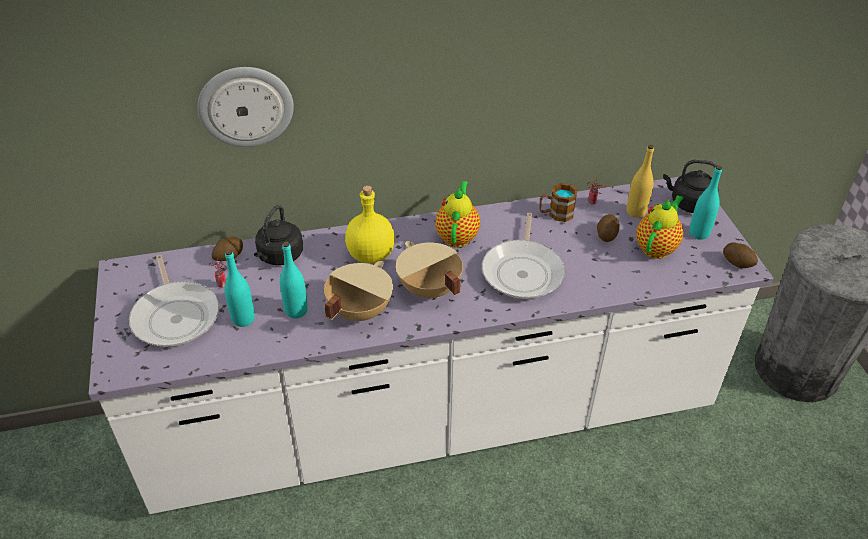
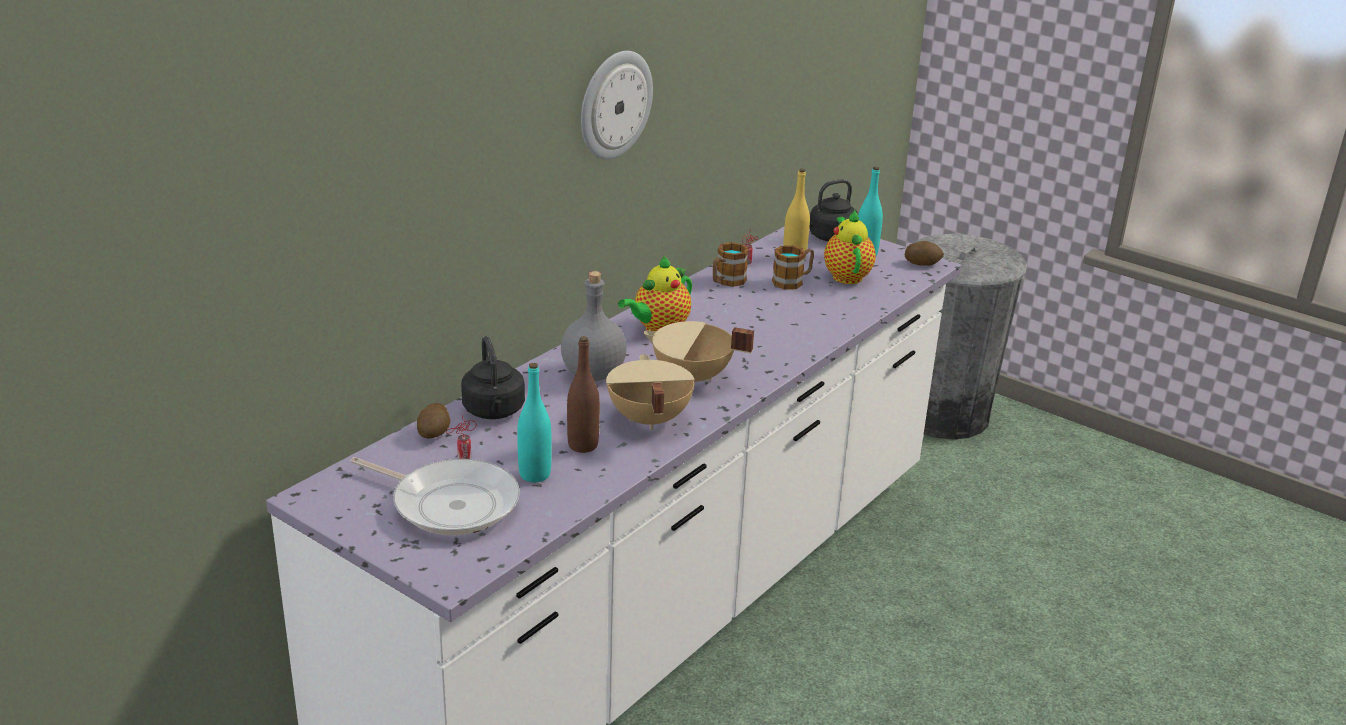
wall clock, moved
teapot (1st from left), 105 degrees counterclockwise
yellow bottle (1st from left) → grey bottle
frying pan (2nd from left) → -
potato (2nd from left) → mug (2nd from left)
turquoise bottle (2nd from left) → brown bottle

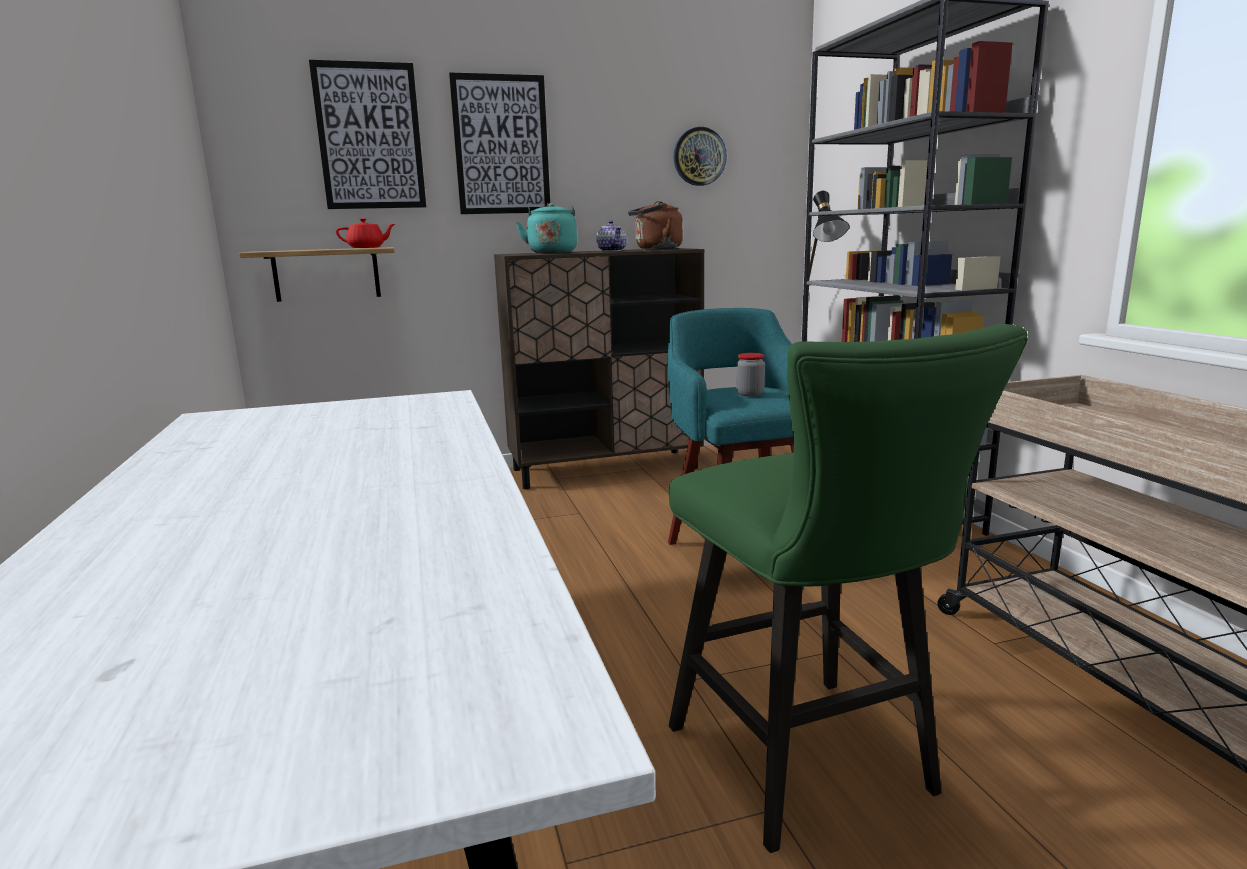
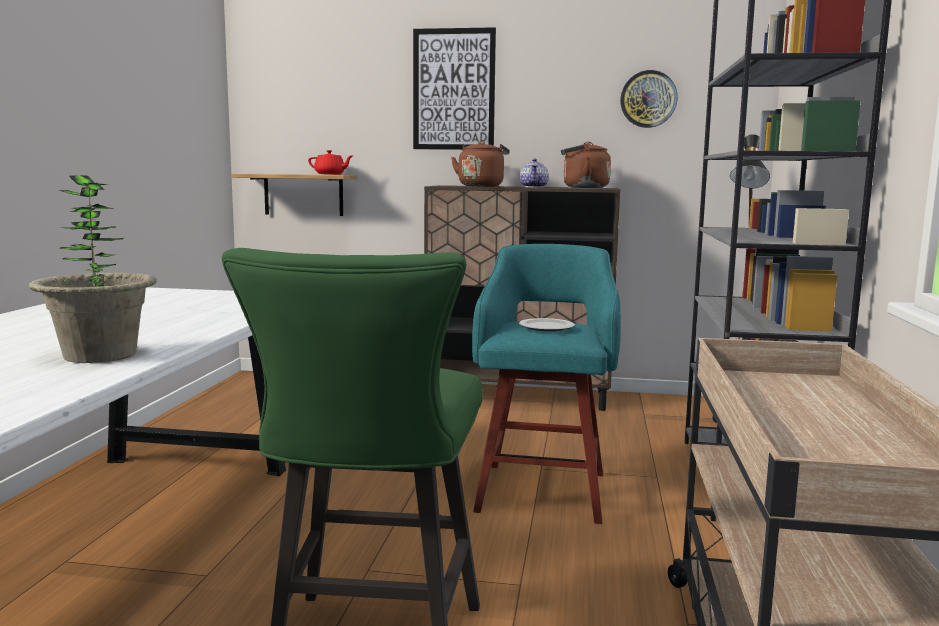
picture (1st from left) → -
turquoise kettle → brown kettle (1st from left)
jar → plate
- → potted plant

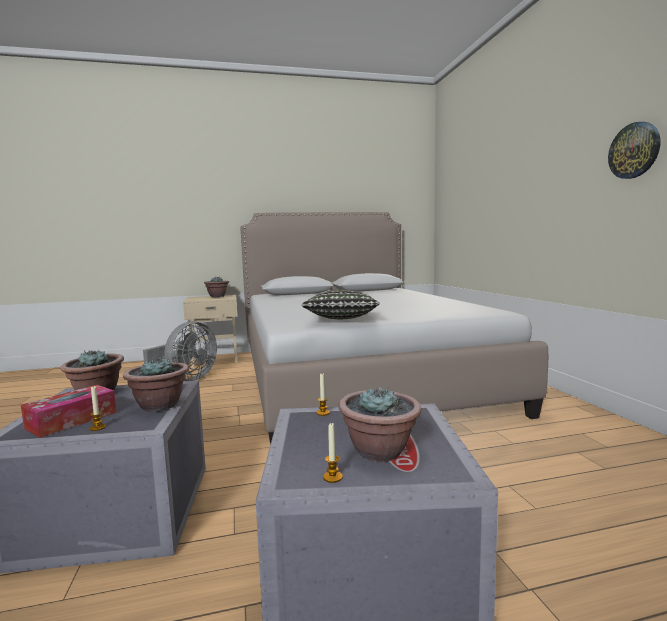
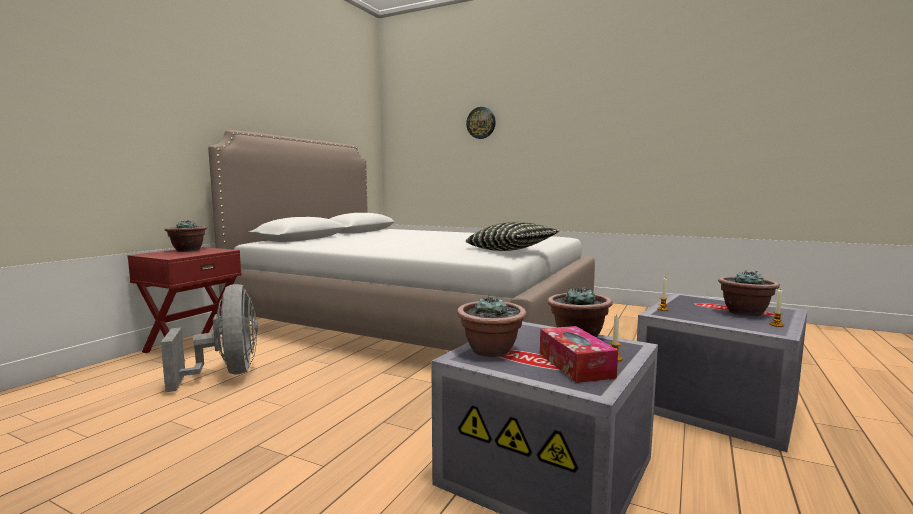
wall clock, moved
beige nightstand → red nightstand

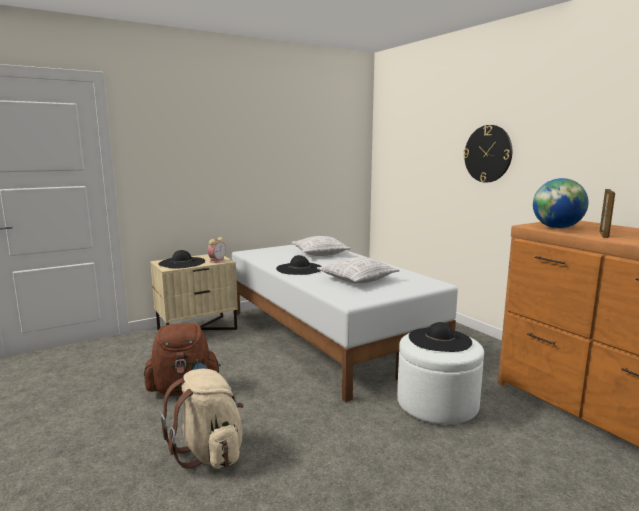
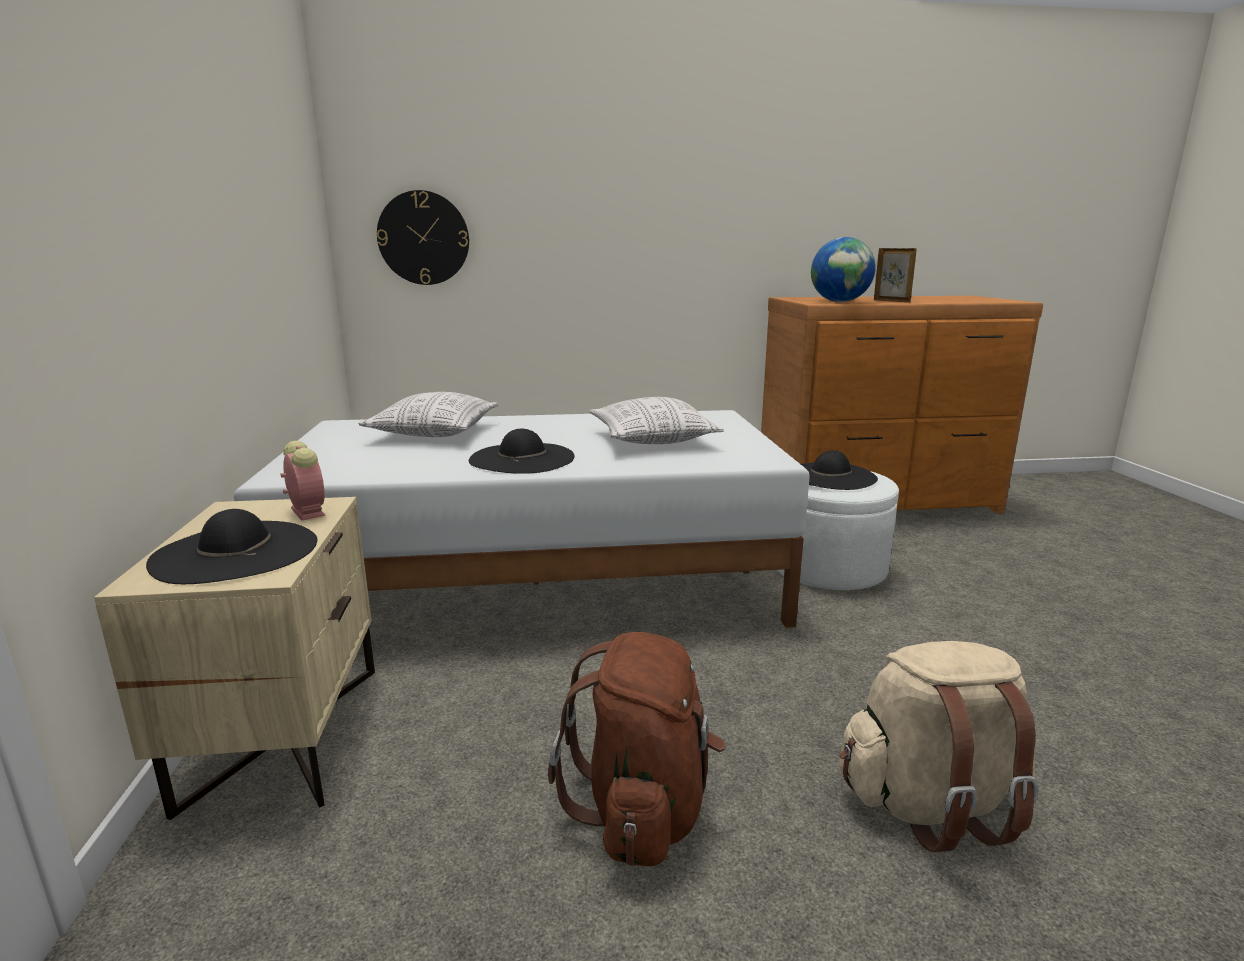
wall clock, moved

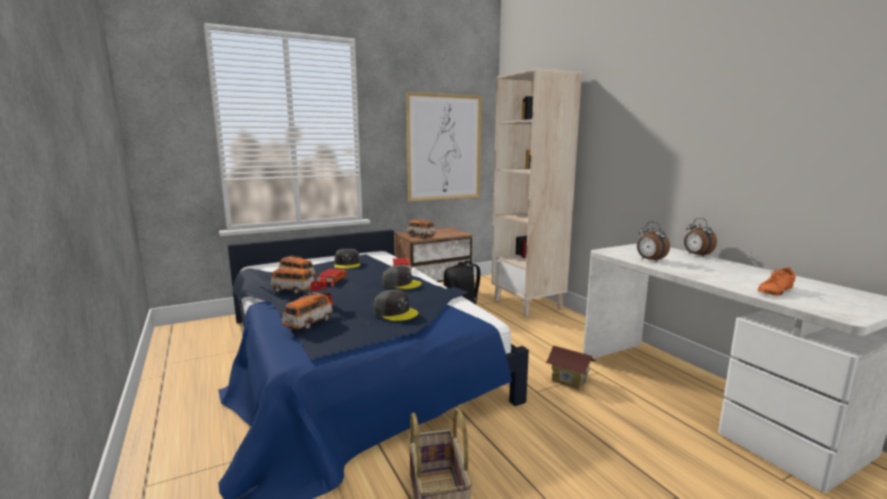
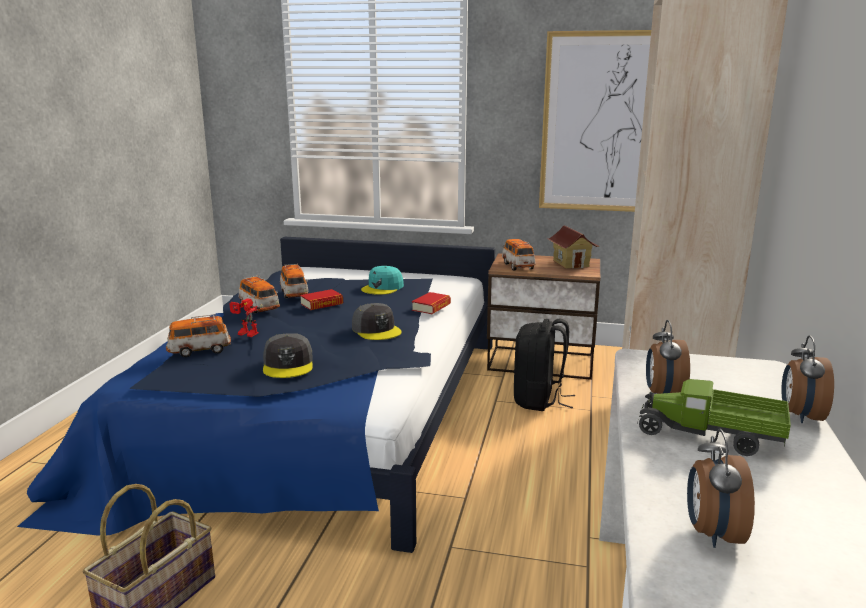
grey cap (1st from left) → turquoise cap
orange shoe → alarm clock (2nd from left)
toy house, moved
- → toy truck

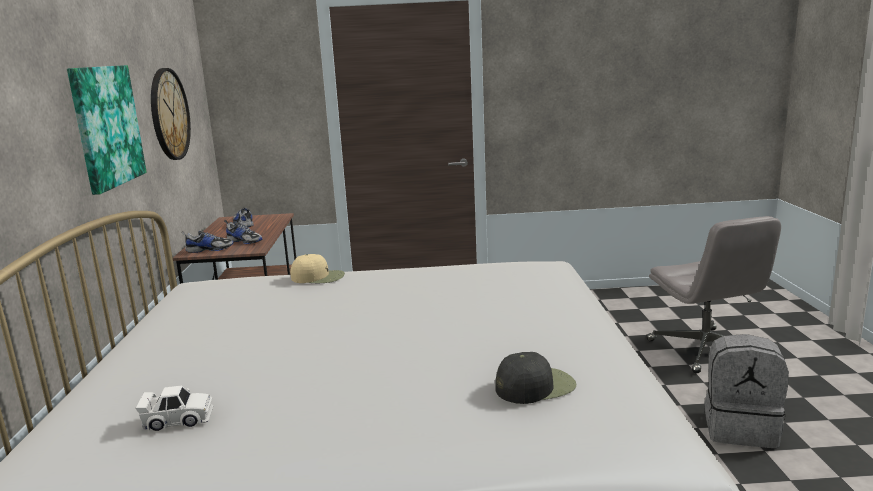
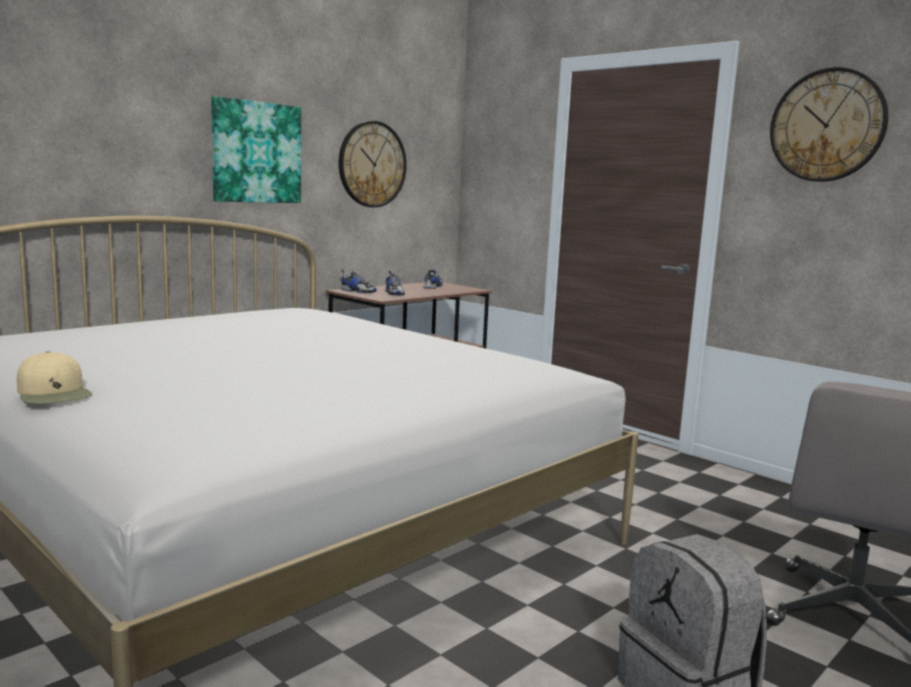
beige cap, moved
black cap → -
white toy car → -
- → wall clock (2nd from left)

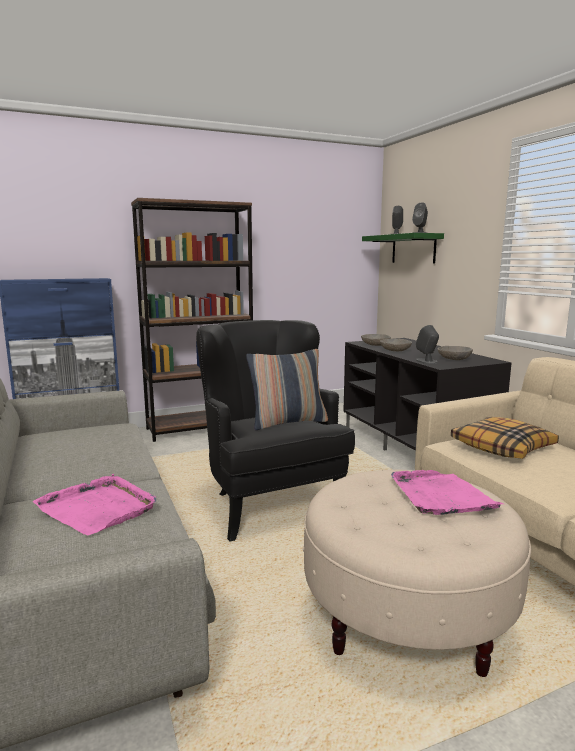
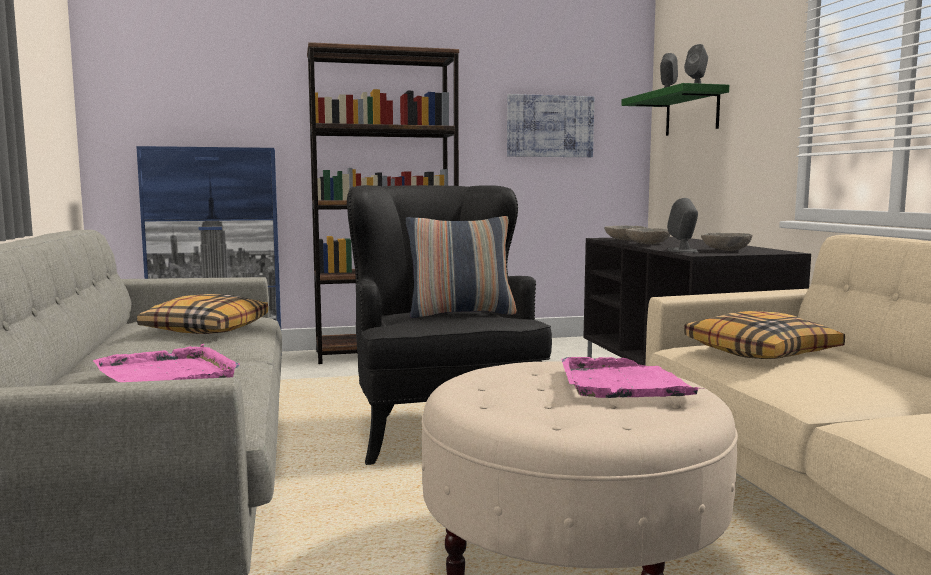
- → picture
- → pillow (1st from left)

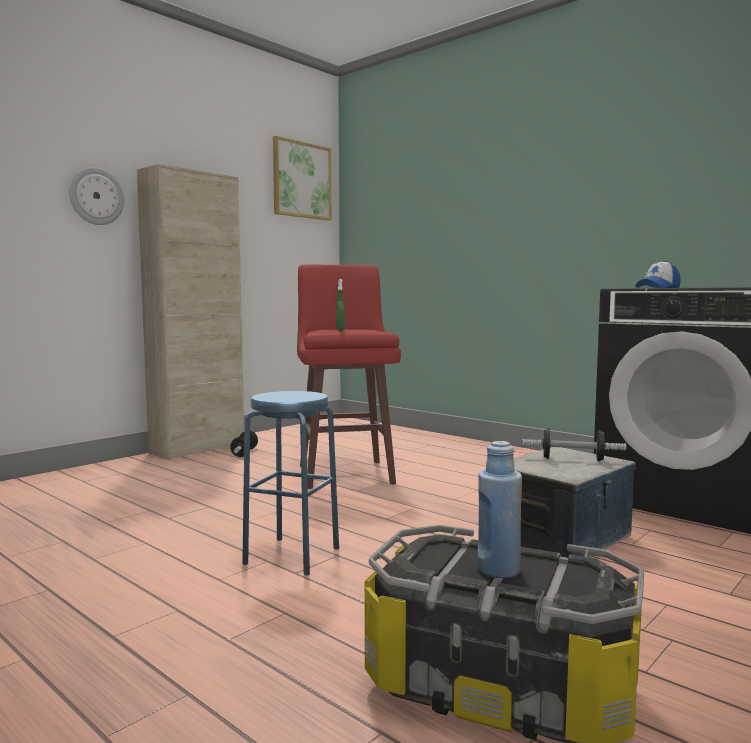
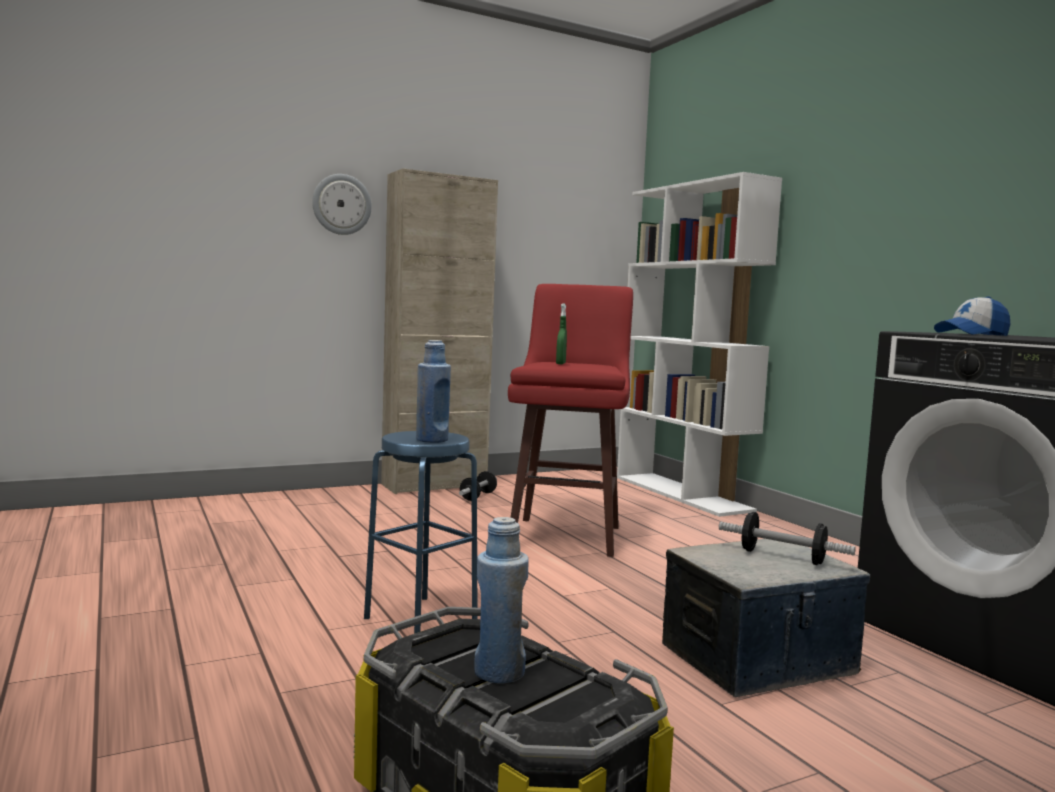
picture → -
- → white bookcase
- → blue bottle (1st from left)

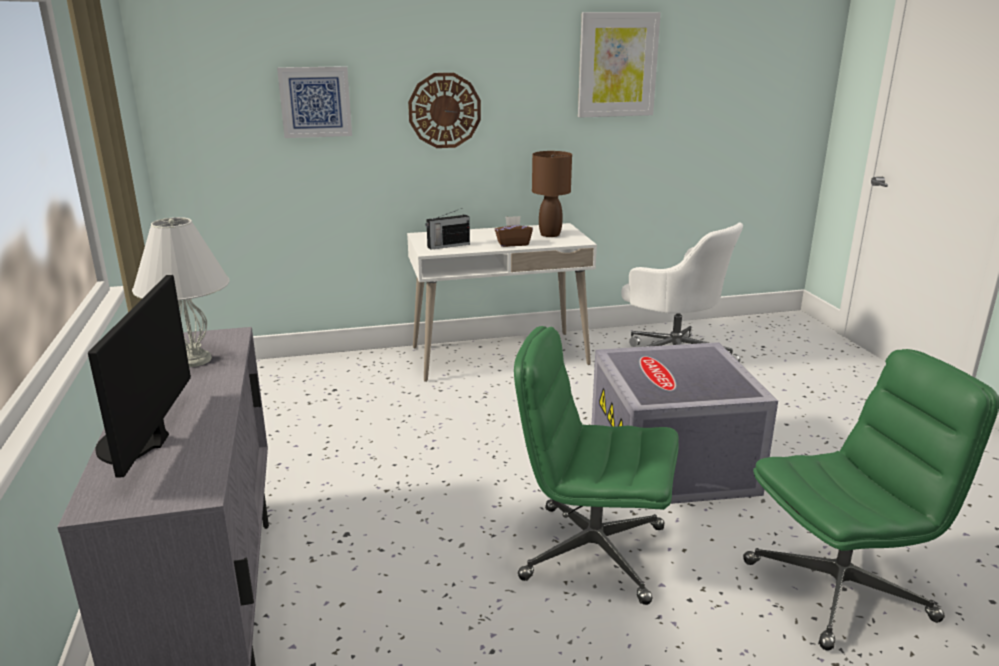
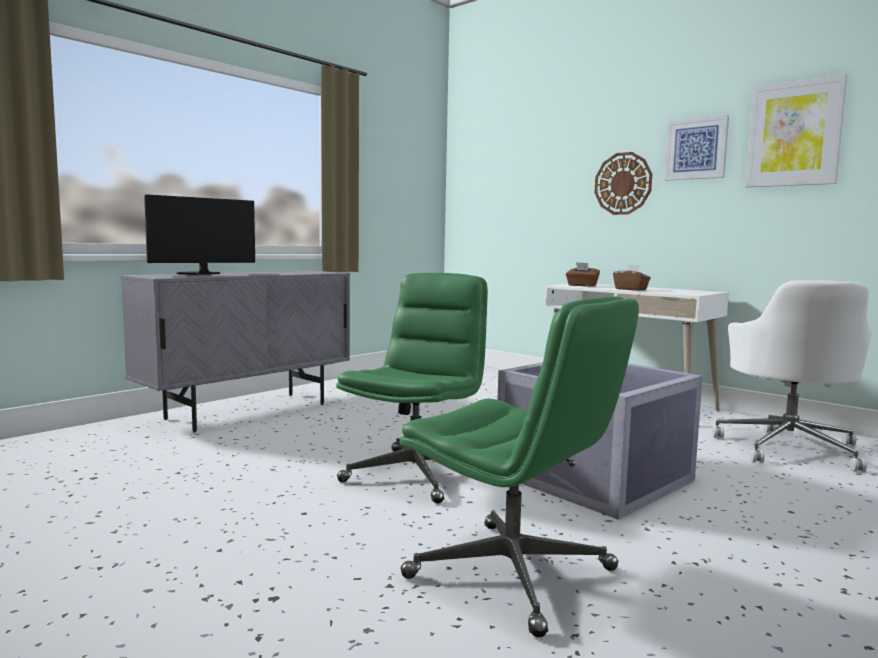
picture (1st from left), moved
brown table lamp → -
radio → brown tissue box (1st from left)
white table lamp → -
green office chair (1st from left), 45 degrees clockwise

